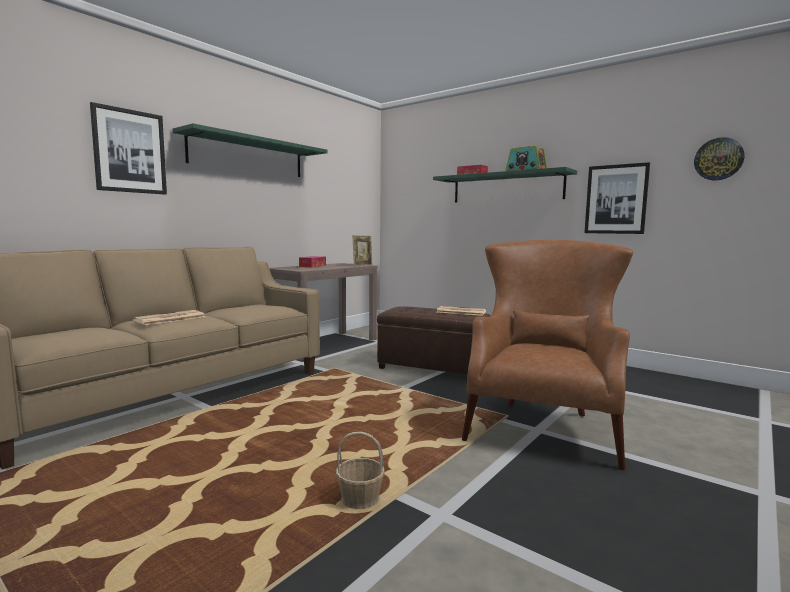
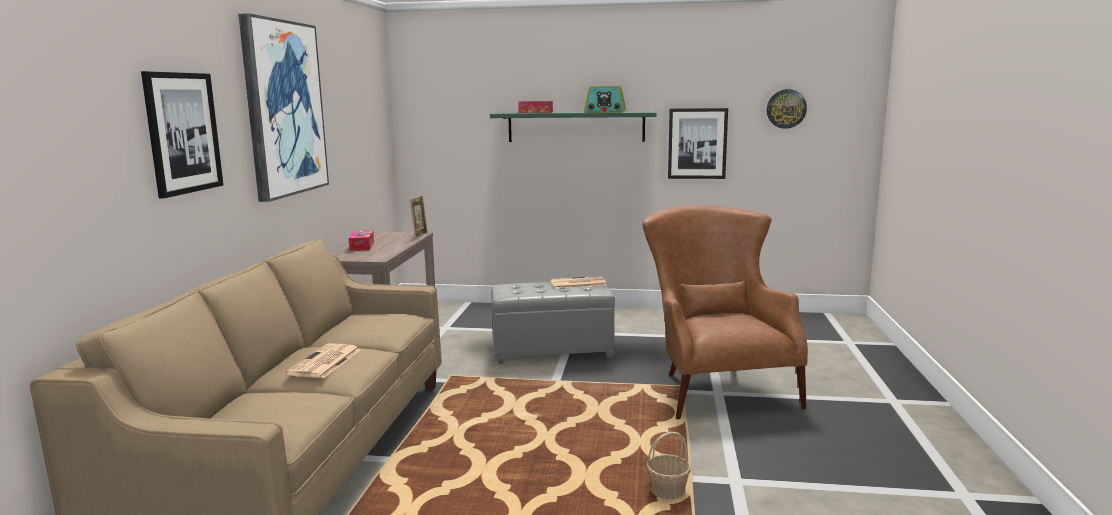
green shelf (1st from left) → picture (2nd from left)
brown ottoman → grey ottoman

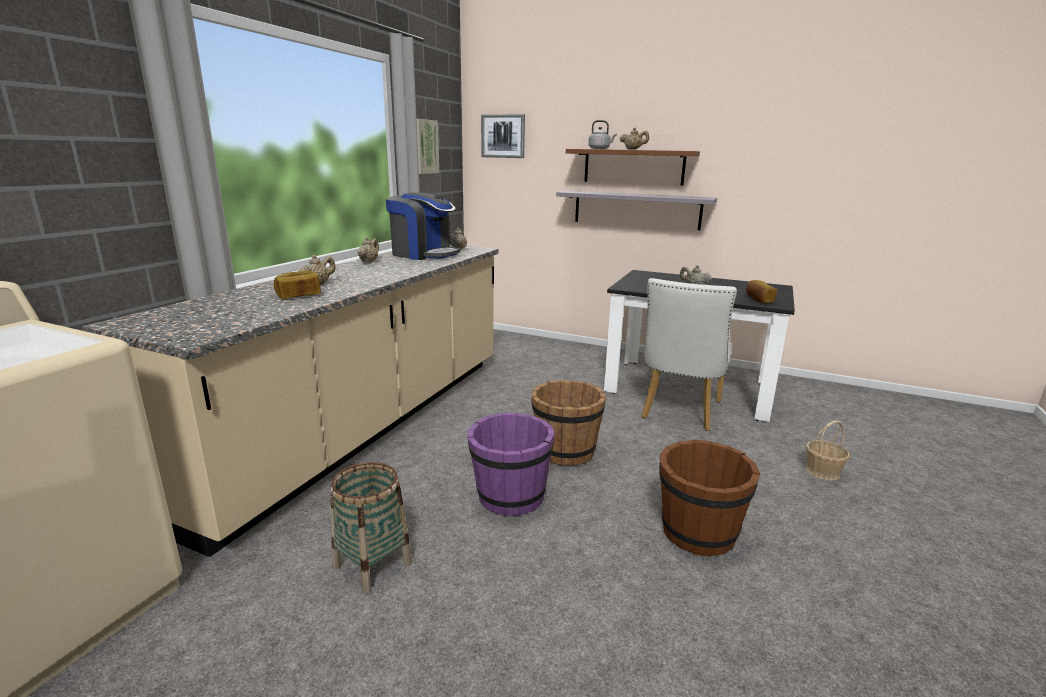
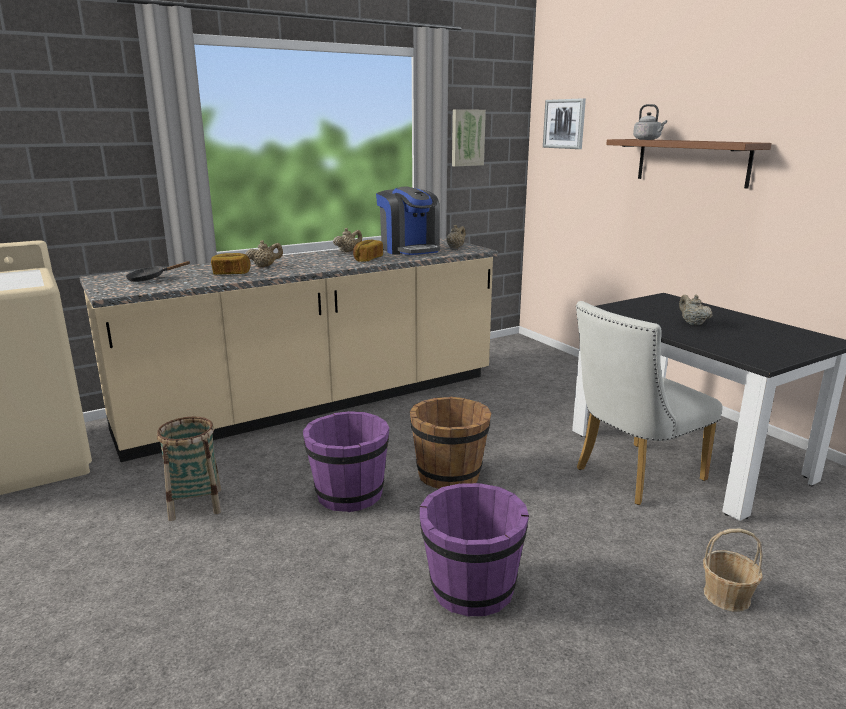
beige teapot (4th from left) → -
grey shelf → -
bread (2nd from left), moved
brown bucket (2nd from left) → purple bucket (2nd from left)
- → black frying pan

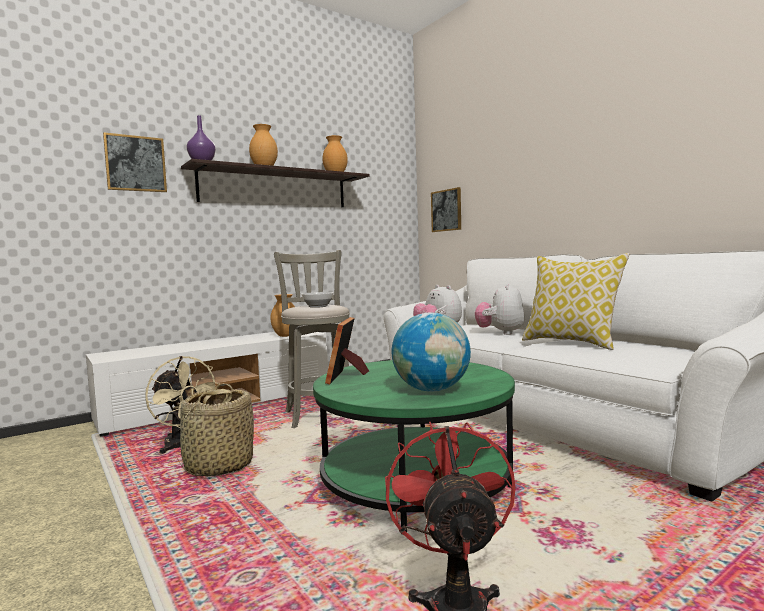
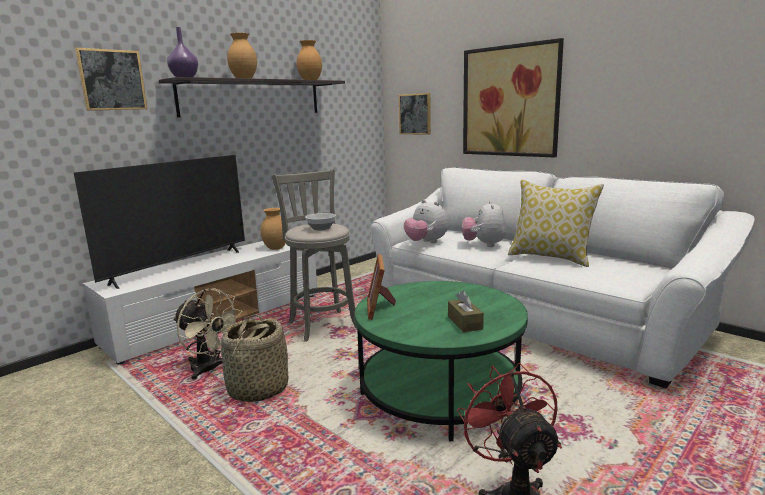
globe → brown tissue box
- → picture (3rd from left)
- → television

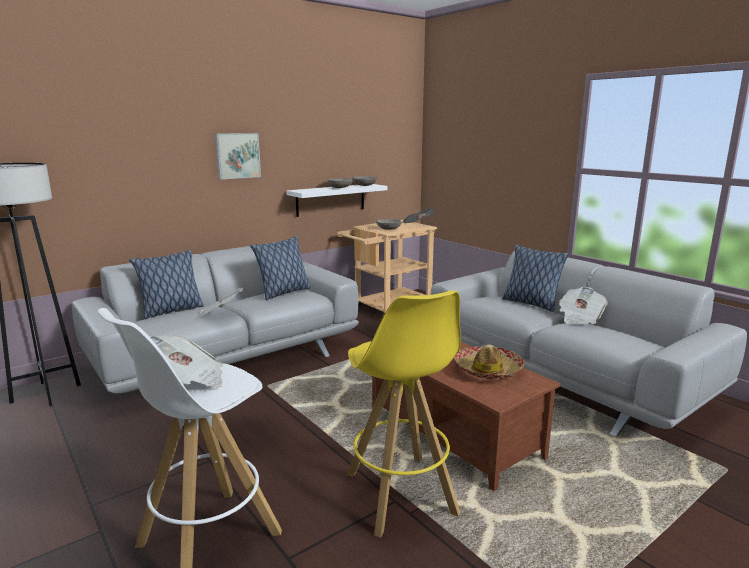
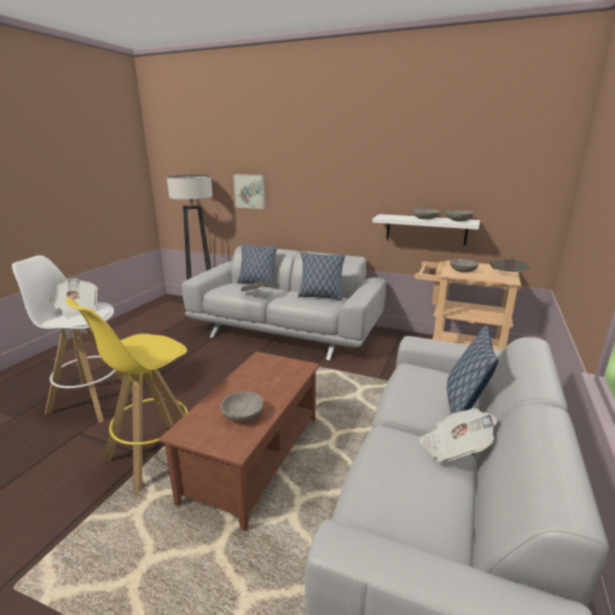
picture, moved
hat → grey bowl (1st from left)

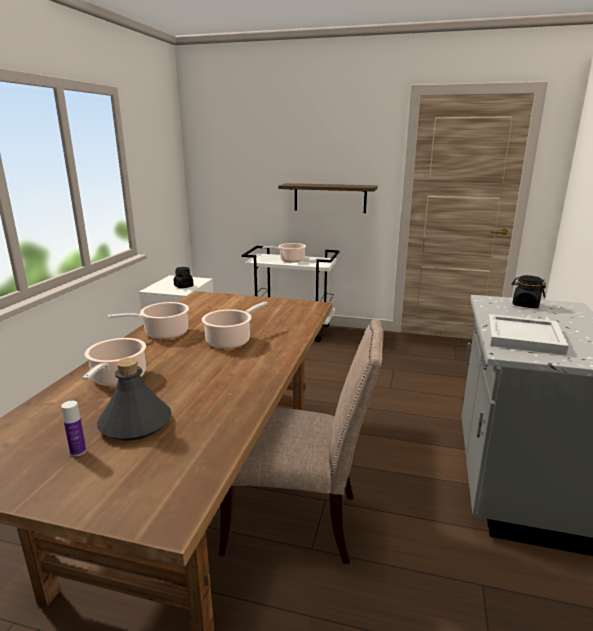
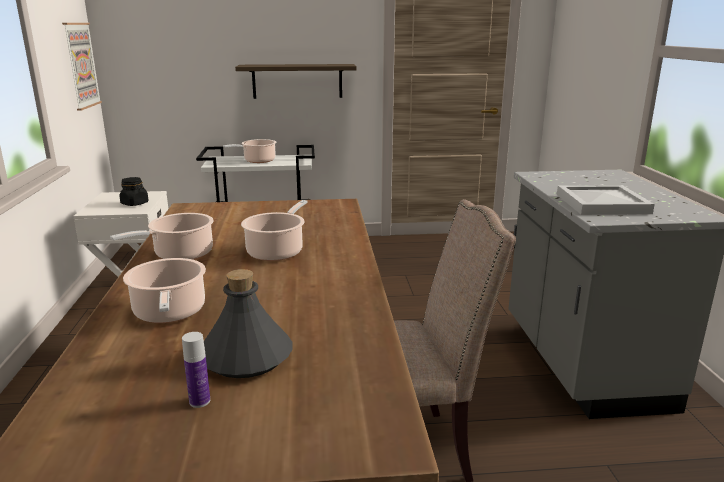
black jar (2nd from left) → -
- → picture

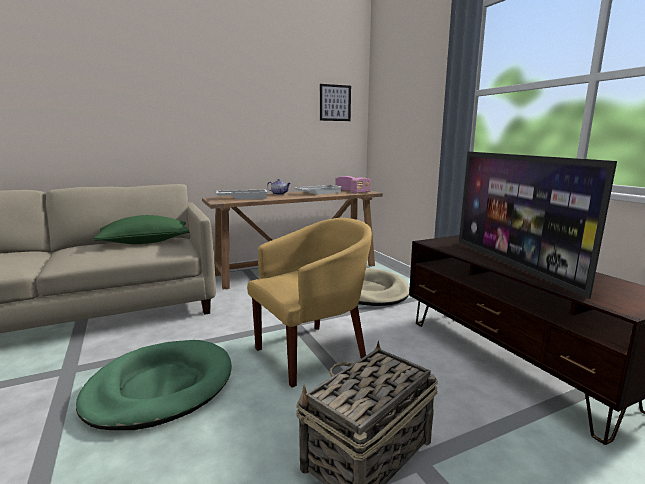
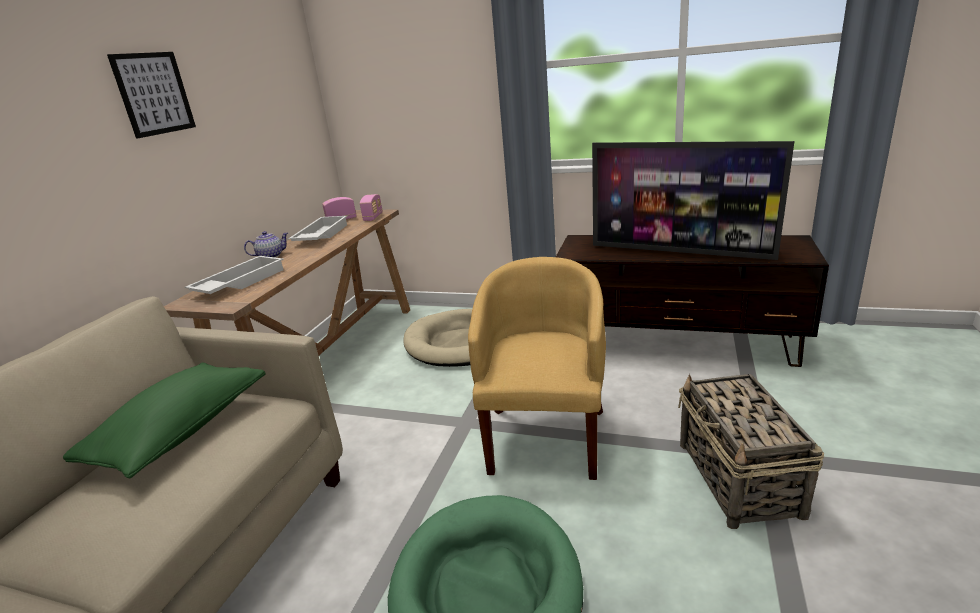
picture, moved

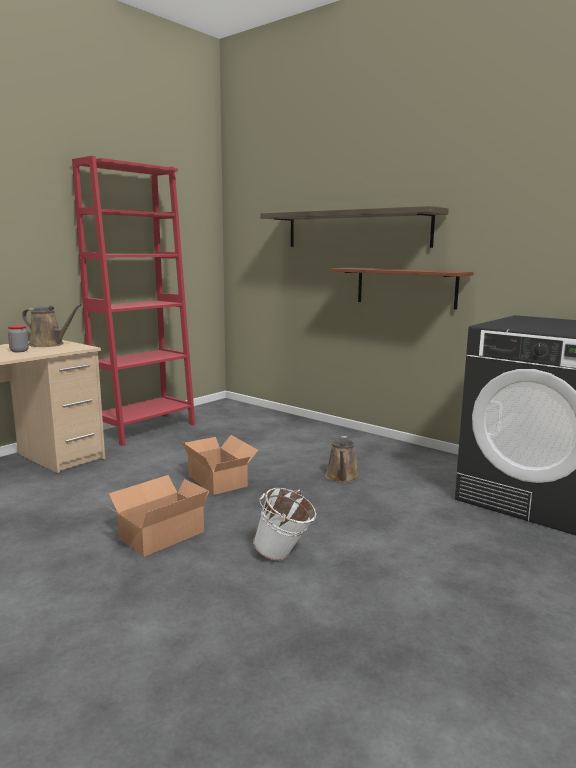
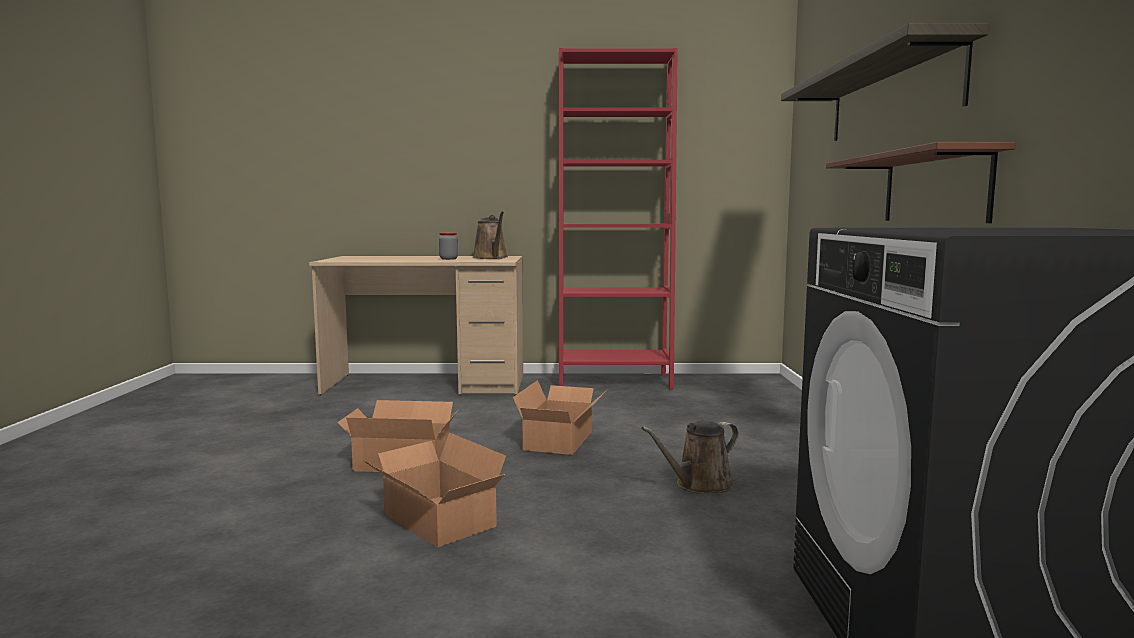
white bucket → cardboard box (2nd from left)

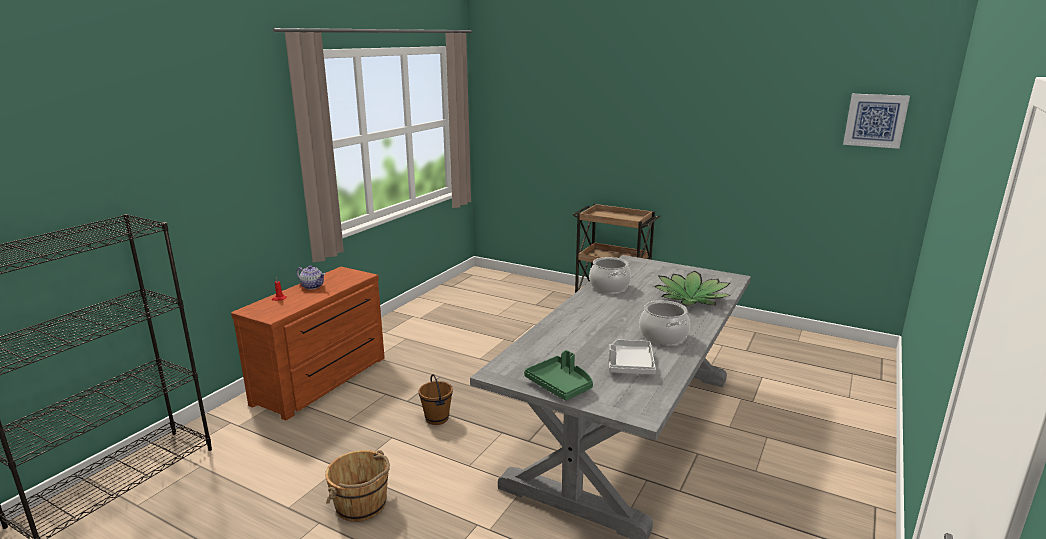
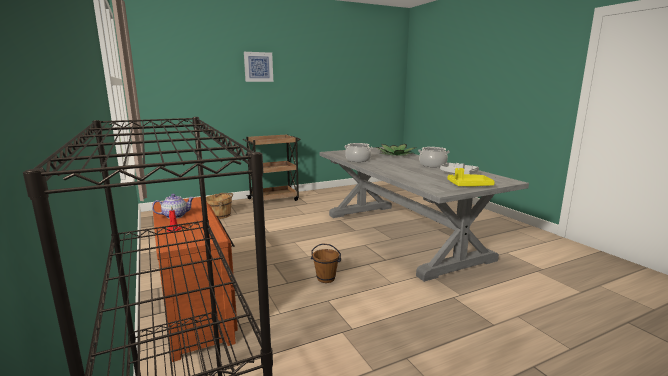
picture, moved
green tray → yellow tray
brown bucket (1st from left), moved

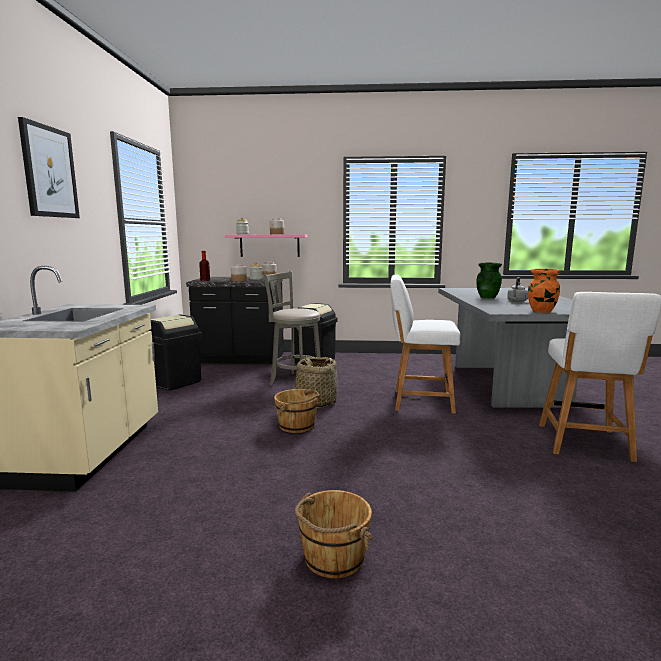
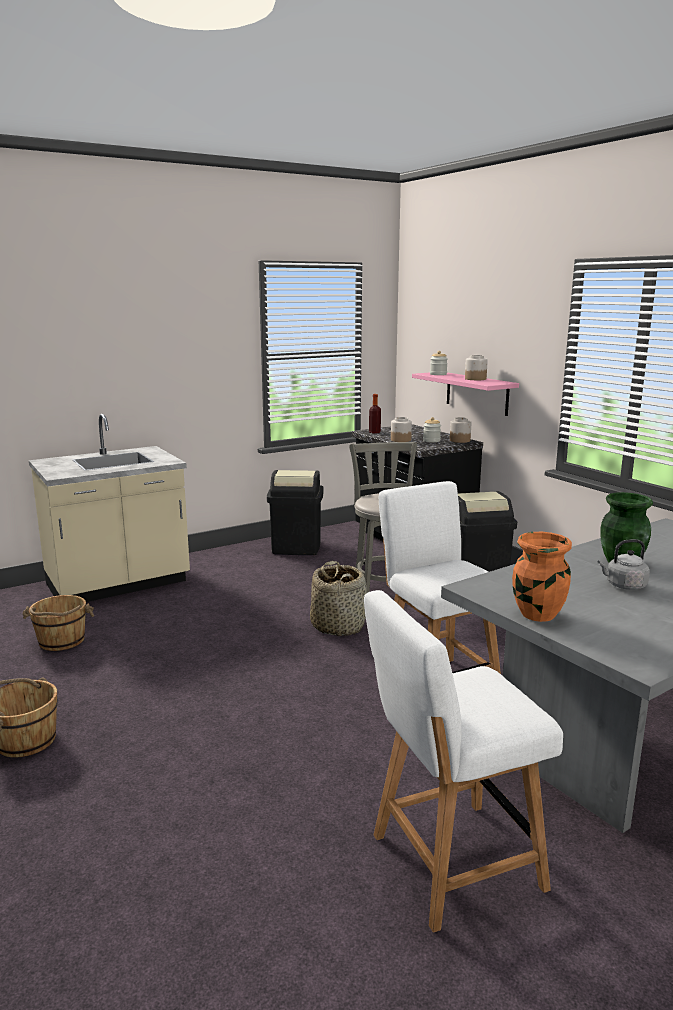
picture → -
brown bucket (1st from left in the first image) → brown bucket (2nd from left), moved

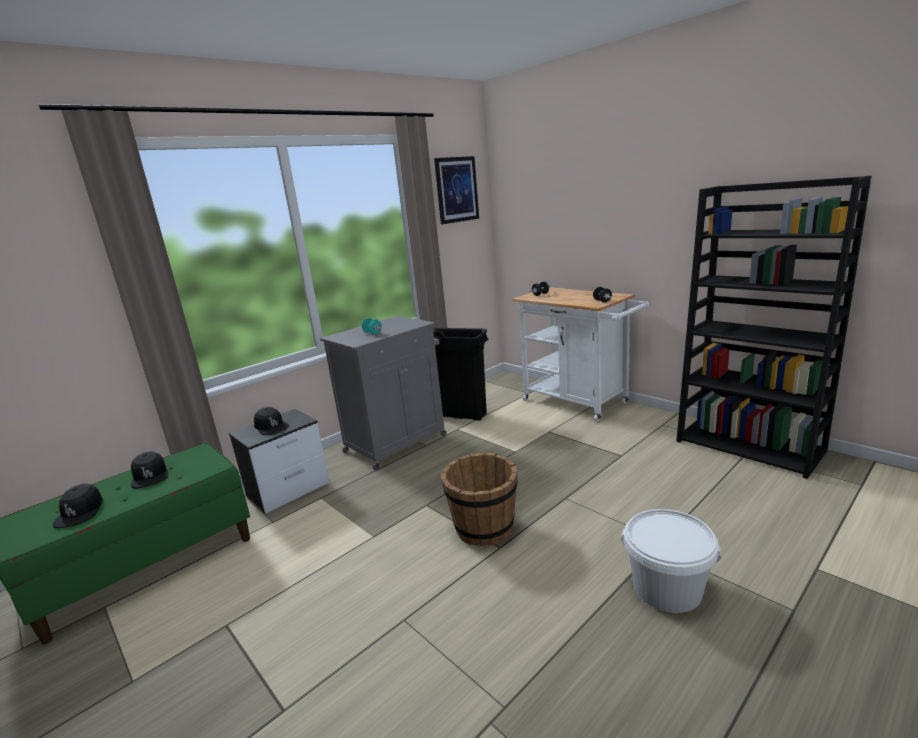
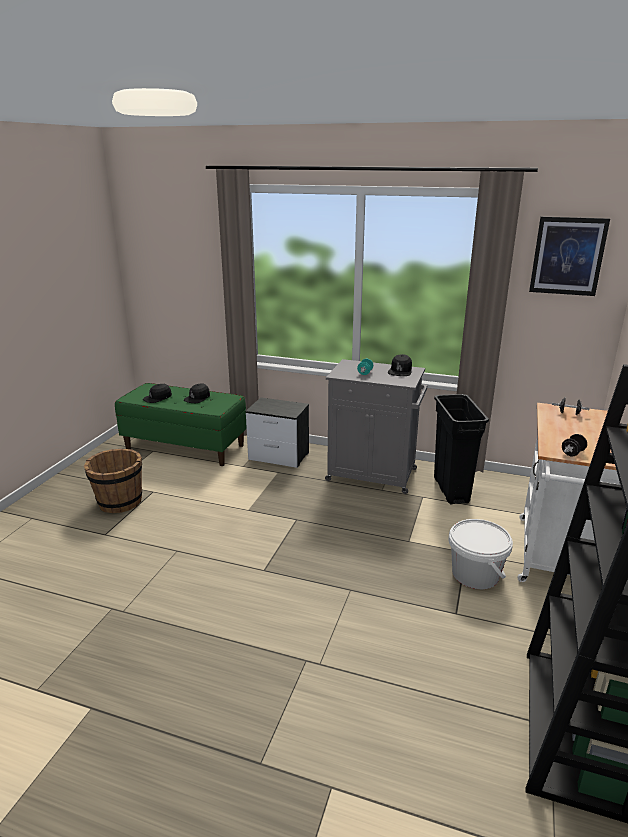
black cap (3rd from left), moved
brown bucket, moved
white bucket, moved

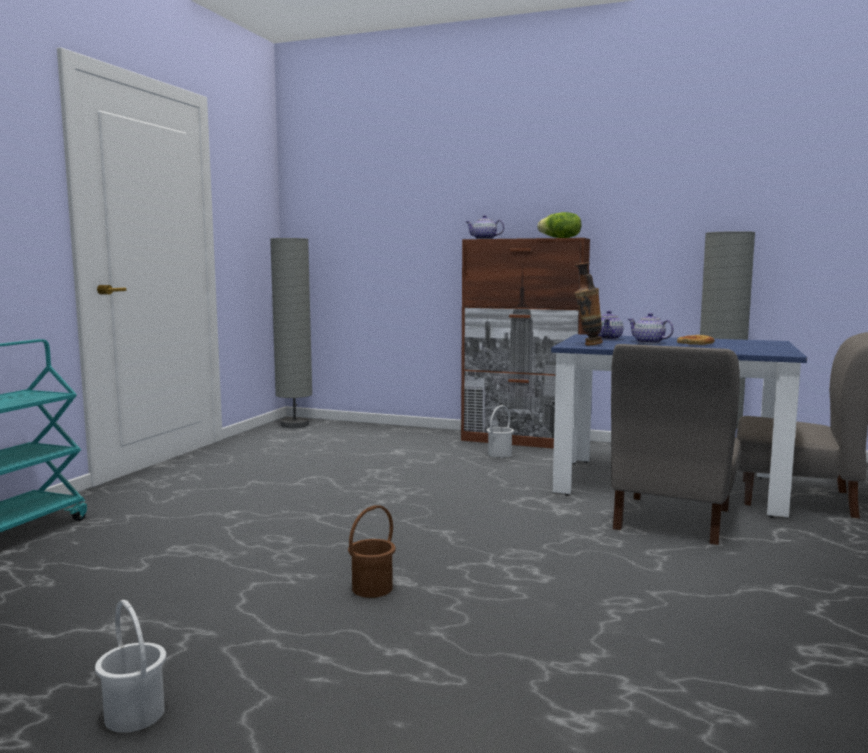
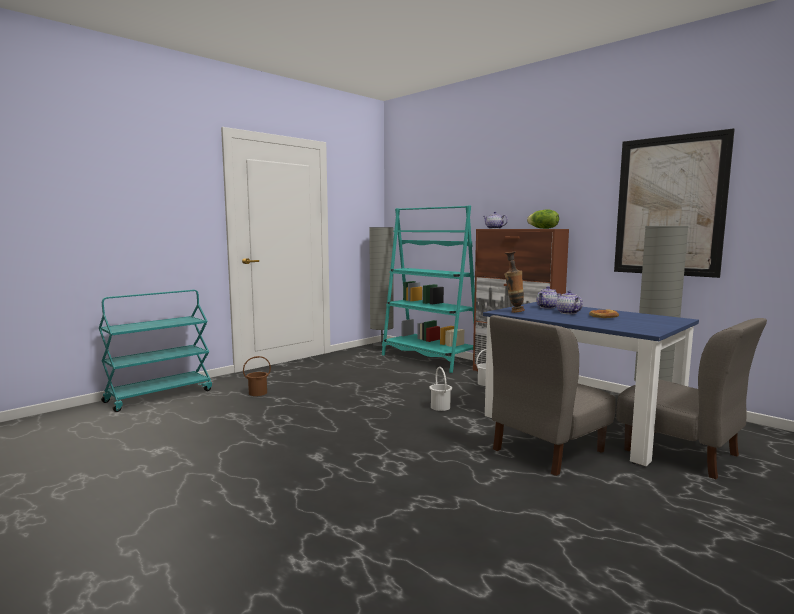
brown bucket, moved
white bucket (1st from left), moved
- → picture
- → turquoise bookcase

